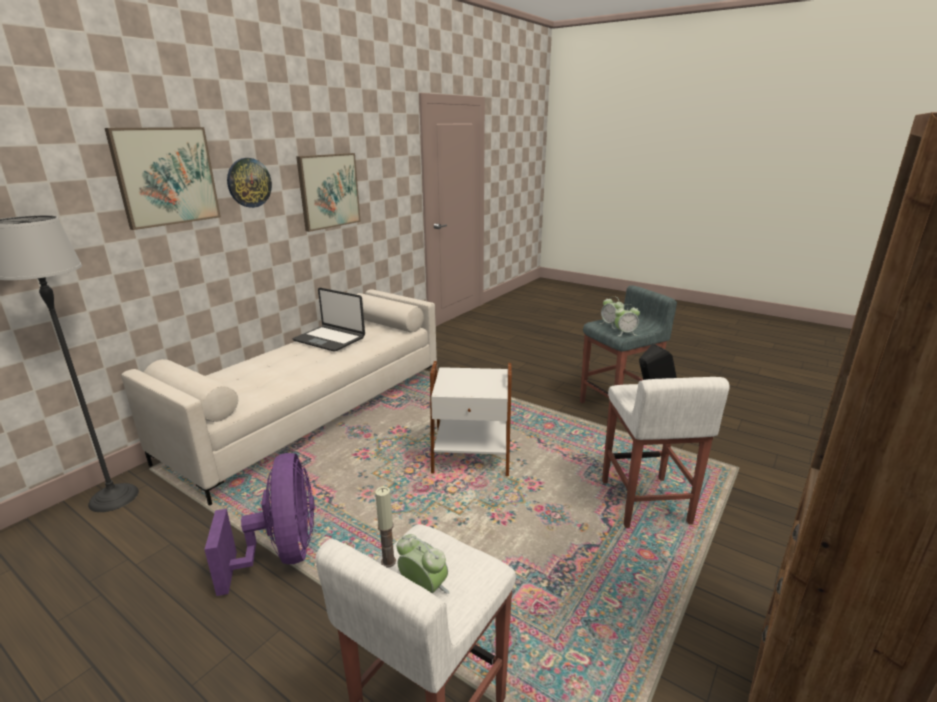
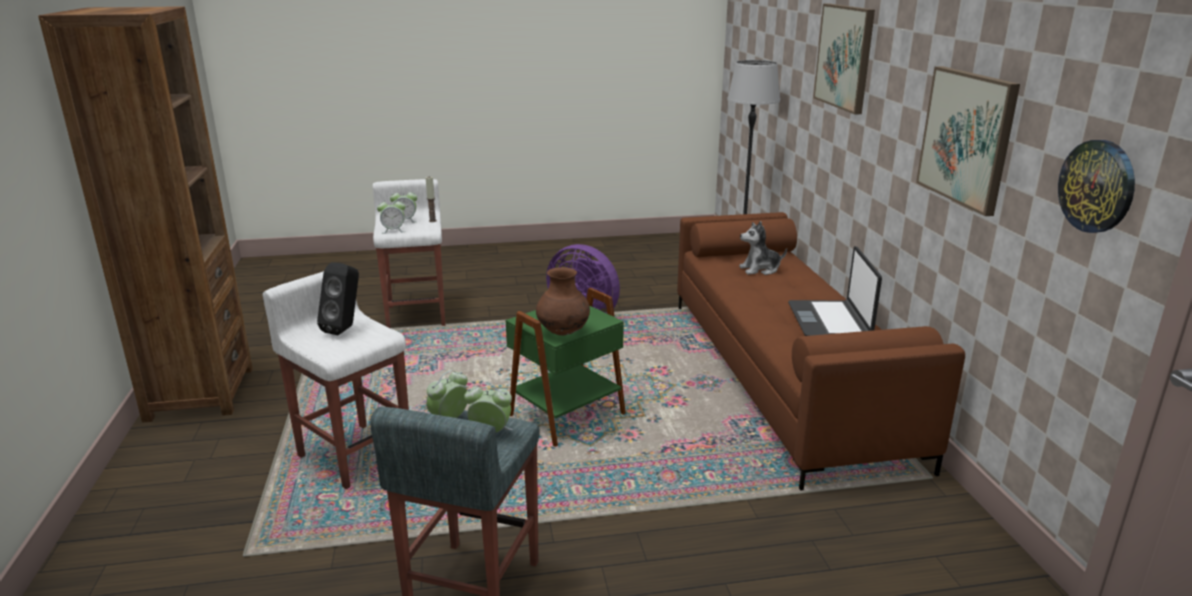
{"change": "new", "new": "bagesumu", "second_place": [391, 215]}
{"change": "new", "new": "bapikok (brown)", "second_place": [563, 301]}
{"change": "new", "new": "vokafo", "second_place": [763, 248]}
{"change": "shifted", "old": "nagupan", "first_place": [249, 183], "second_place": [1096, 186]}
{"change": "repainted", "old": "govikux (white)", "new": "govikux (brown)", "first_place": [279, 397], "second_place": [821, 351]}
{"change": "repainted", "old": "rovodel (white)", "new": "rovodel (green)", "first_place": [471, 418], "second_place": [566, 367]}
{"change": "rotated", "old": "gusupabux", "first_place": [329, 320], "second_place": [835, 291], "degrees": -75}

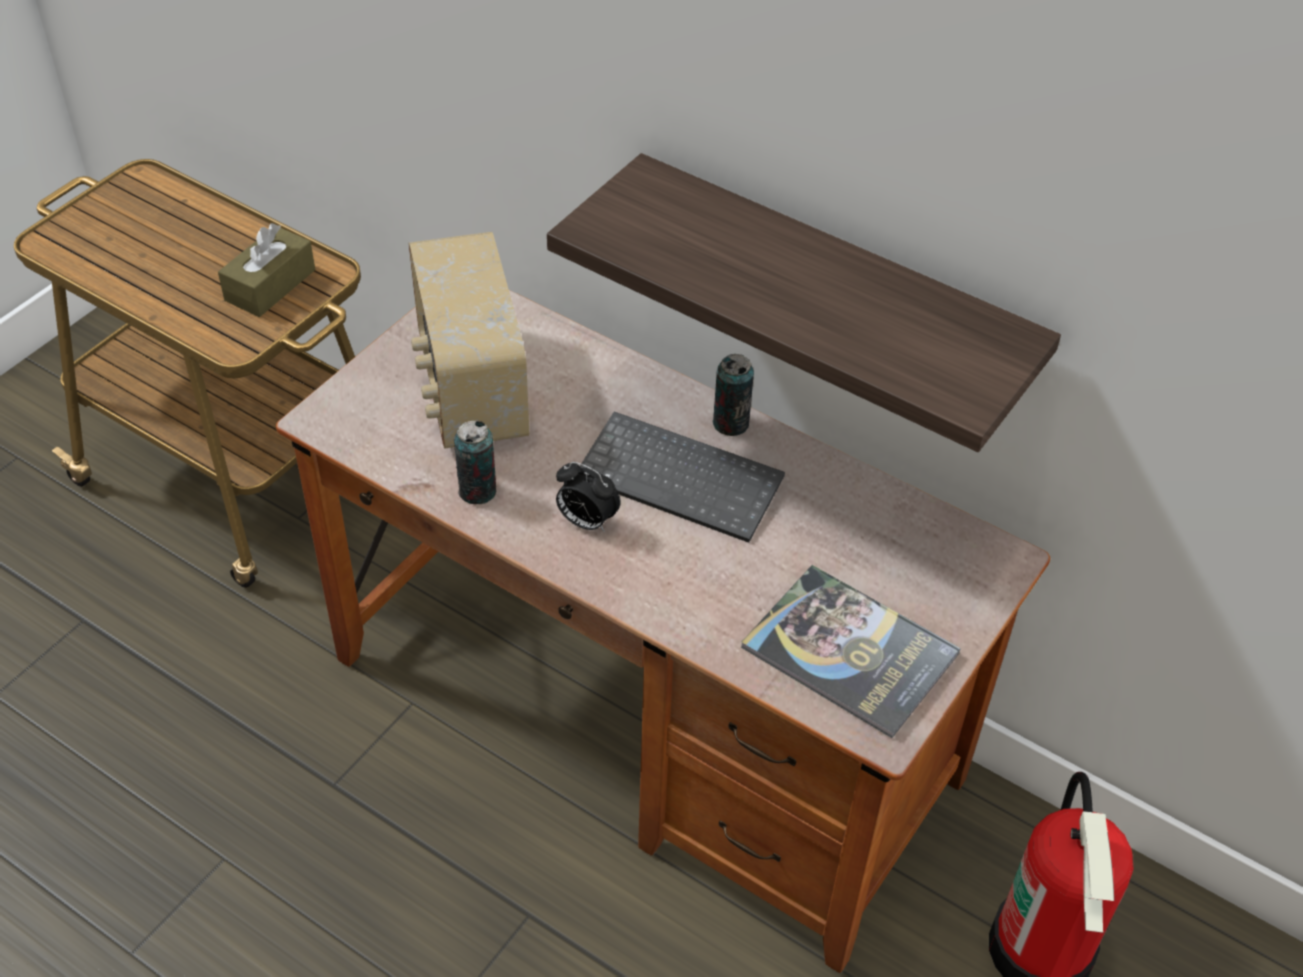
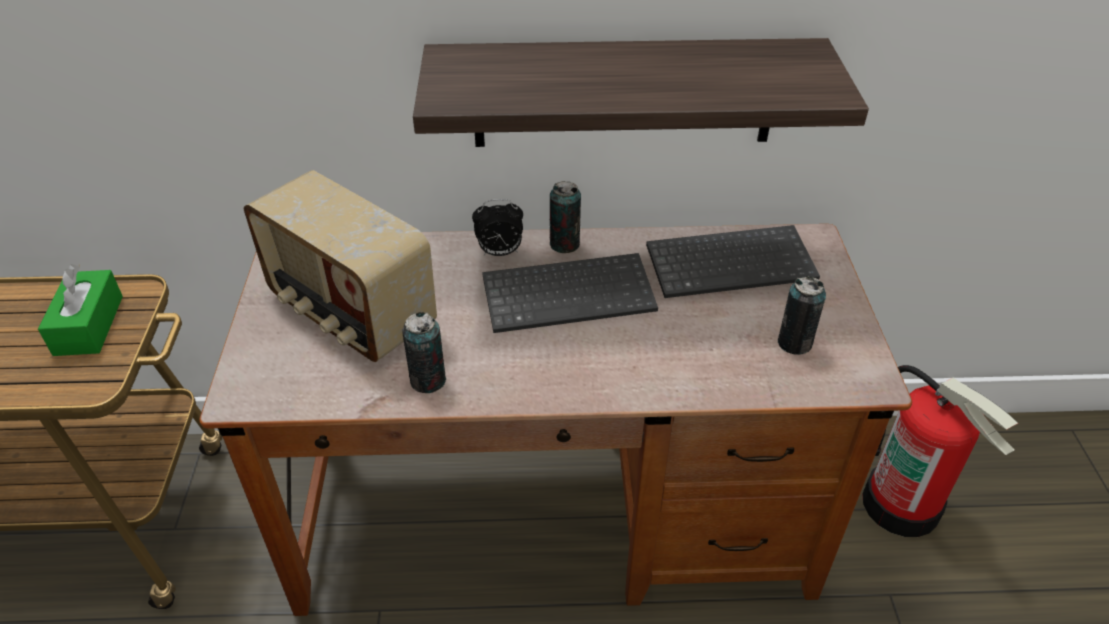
{"change": "new", "new": "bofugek", "second_place": [733, 261]}
{"change": "shifted", "old": "bagesumu", "first_place": [588, 497], "second_place": [497, 227]}
{"change": "swapped", "old": "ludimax", "new": "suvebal", "first_place": [851, 651], "second_place": [802, 315]}
{"change": "repainted", "old": "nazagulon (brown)", "new": "nazagulon (green)", "first_place": [266, 270], "second_place": [80, 310]}

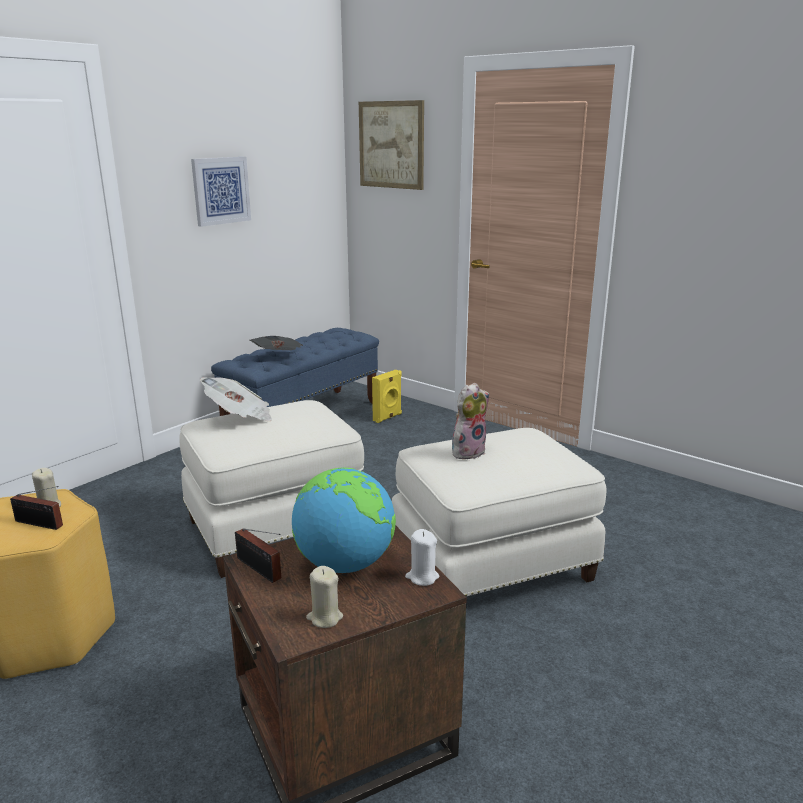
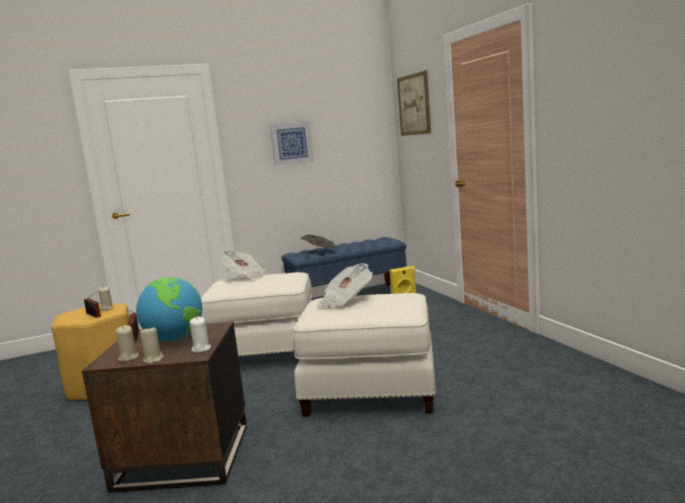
{"change": "new", "new": "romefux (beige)", "second_place": [152, 345]}
{"change": "swapped", "old": "vokafo", "new": "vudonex", "first_place": [470, 421], "second_place": [345, 285]}

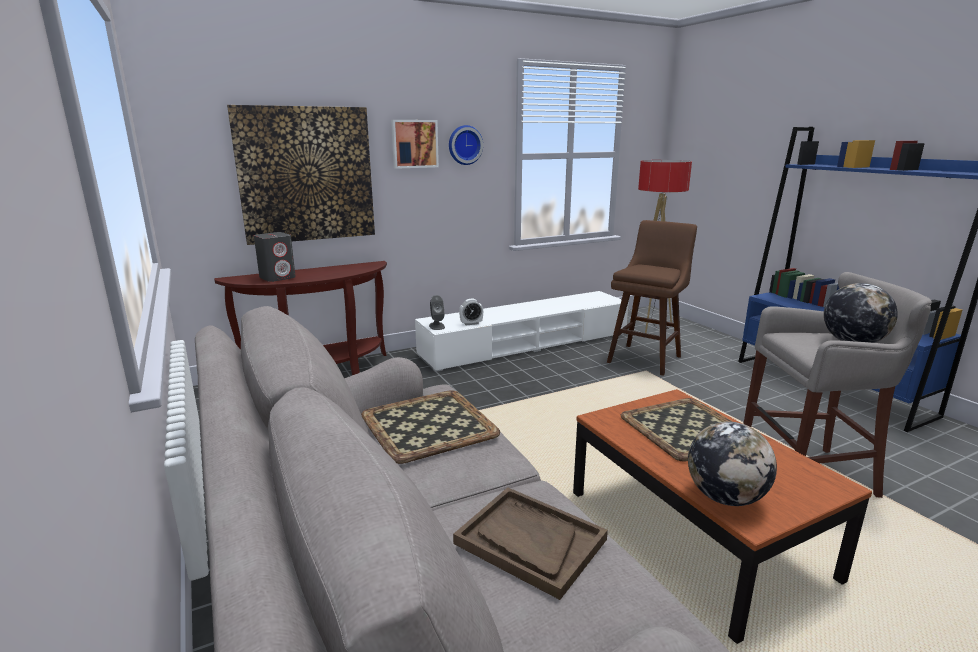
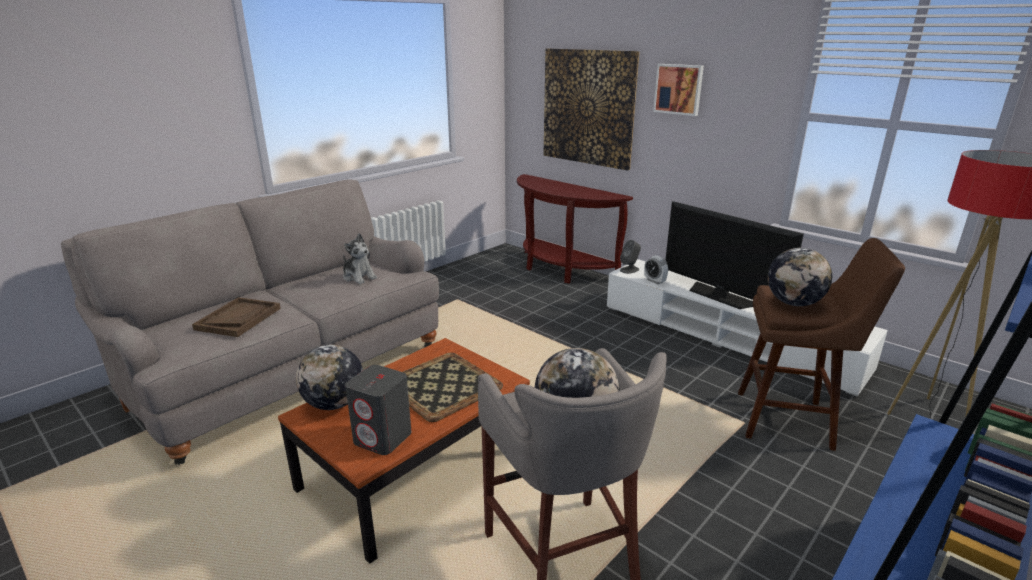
{"change": "gone", "old": "nagupan", "first_place": [466, 145]}
{"change": "new", "new": "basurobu", "second_place": [734, 255]}
{"change": "new", "new": "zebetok", "second_place": [800, 277]}
{"change": "shifted", "old": "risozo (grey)", "first_place": [275, 257], "second_place": [378, 410]}
{"change": "swapped", "old": "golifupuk", "new": "vokafo", "first_place": [430, 427], "second_place": [360, 258]}

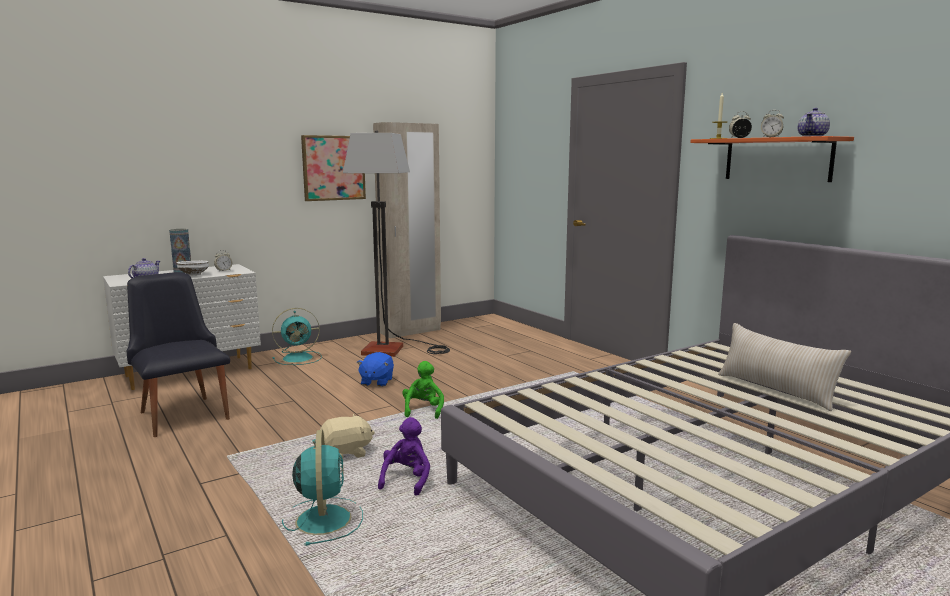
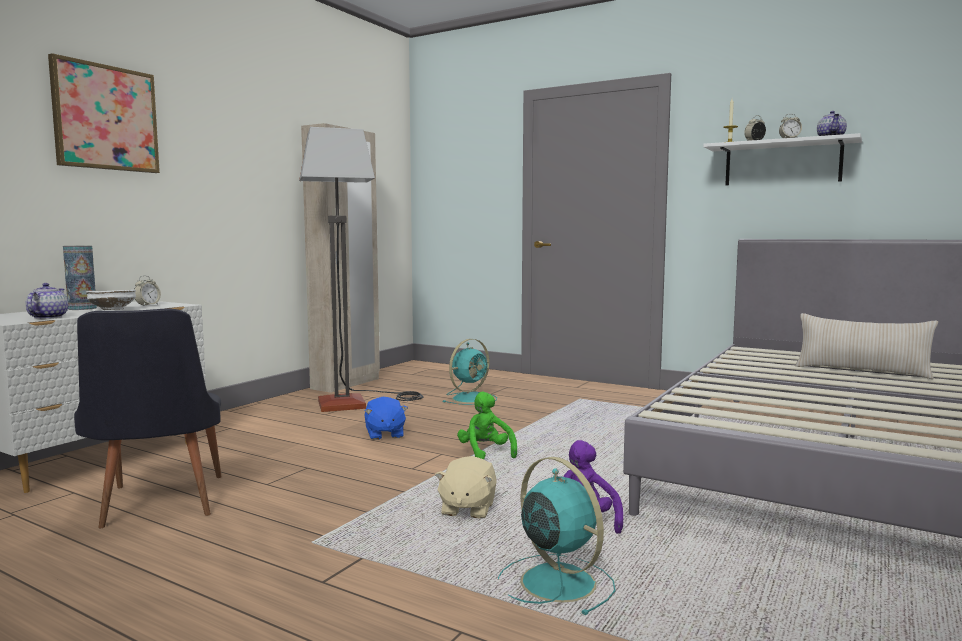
{"change": "shifted", "old": "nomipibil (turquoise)", "first_place": [297, 336], "second_place": [470, 372]}
{"change": "shifted", "old": "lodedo", "first_place": [333, 168], "second_place": [104, 113]}
{"change": "repainted", "old": "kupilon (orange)", "new": "kupilon (white)", "first_place": [772, 159], "second_place": [782, 159]}
{"change": "rotated", "old": "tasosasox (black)", "first_place": [178, 354], "second_place": [148, 418], "degrees": -135}
{"change": "rotated", "old": "vokafo (beige)", "first_place": [347, 437], "second_place": [466, 487], "degrees": 150}

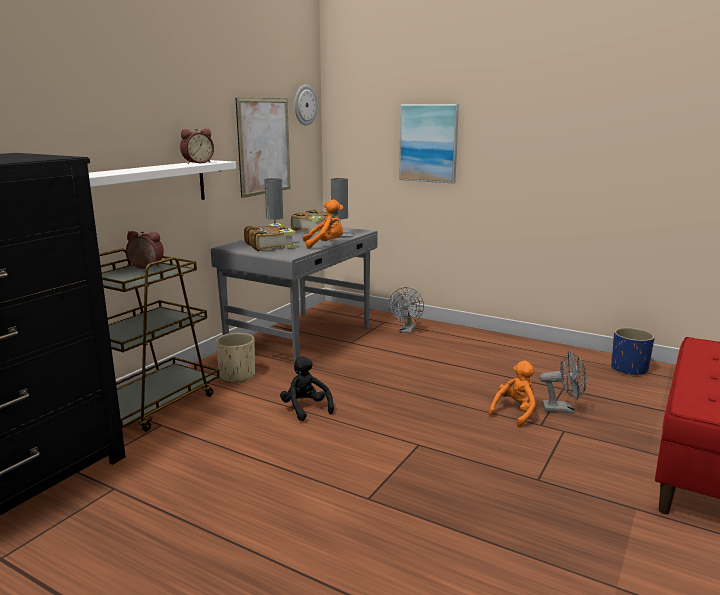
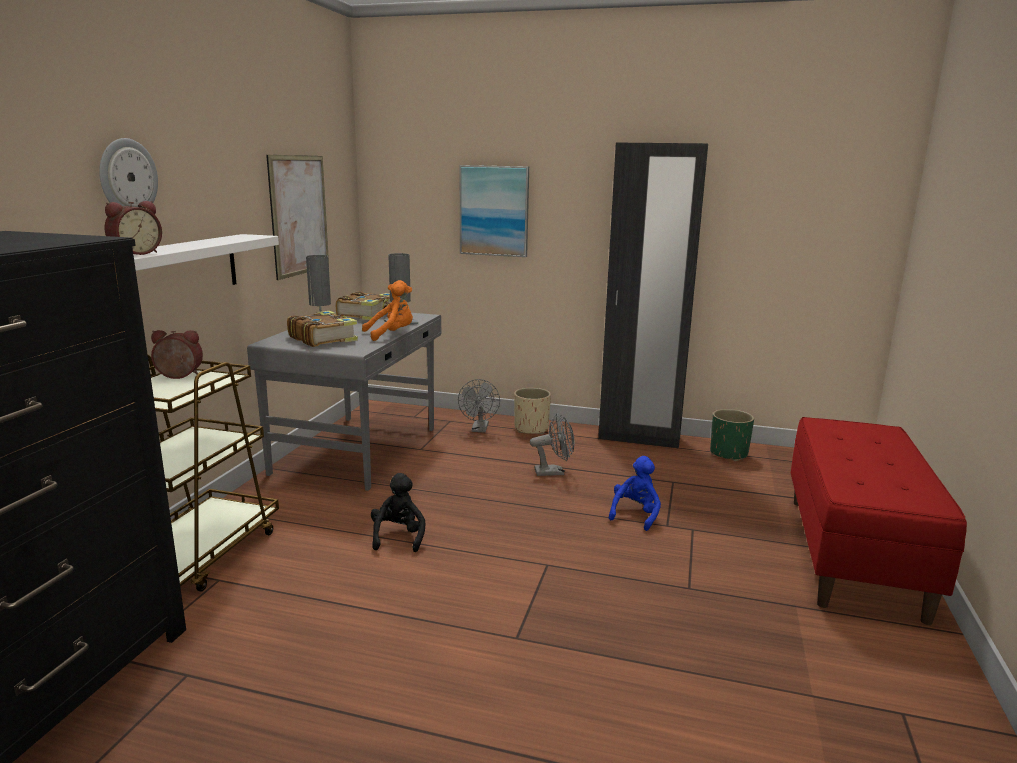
{"change": "new", "new": "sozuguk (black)", "second_place": [653, 296]}
{"change": "shifted", "old": "bagesumu", "first_place": [197, 146], "second_place": [133, 228]}
{"change": "shifted", "old": "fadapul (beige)", "first_place": [235, 358], "second_place": [532, 411]}
{"change": "shifted", "old": "nagupan", "first_place": [305, 105], "second_place": [128, 172]}
{"change": "shifted", "old": "nomipibil (grey)", "first_place": [563, 382], "second_place": [552, 444]}
{"change": "repainted", "old": "vokafo (orange)", "new": "vokafo (blue)", "first_place": [512, 393], "second_place": [635, 493]}
{"change": "repainted", "old": "fadapul (blue)", "new": "fadapul (green)", "first_place": [633, 351], "second_place": [732, 435]}
{"change": "rotated", "old": "vokafo (black)", "first_place": [307, 388], "second_place": [398, 512], "degrees": 45}

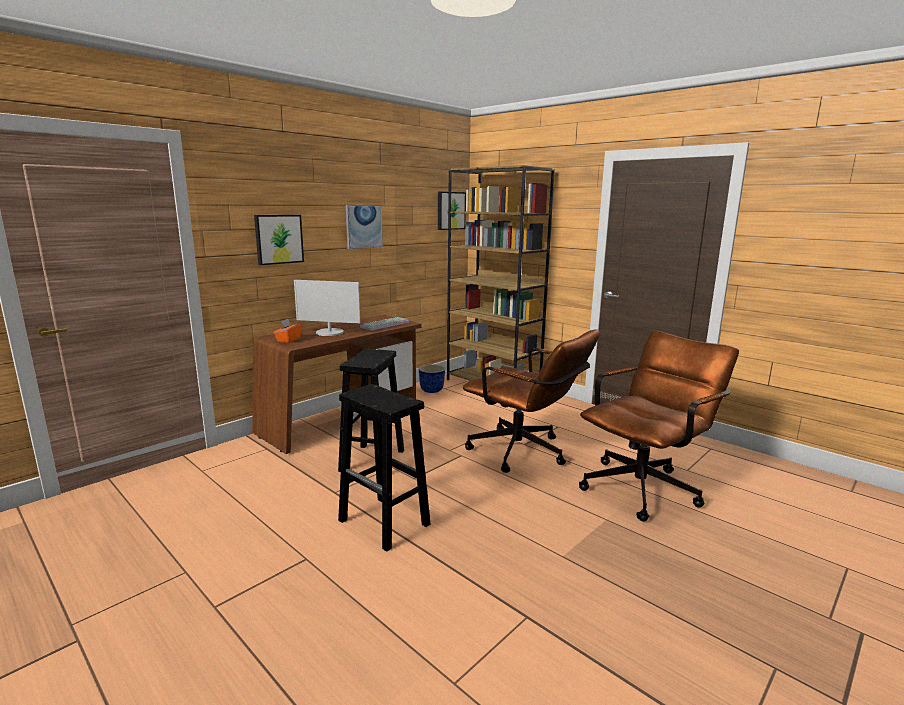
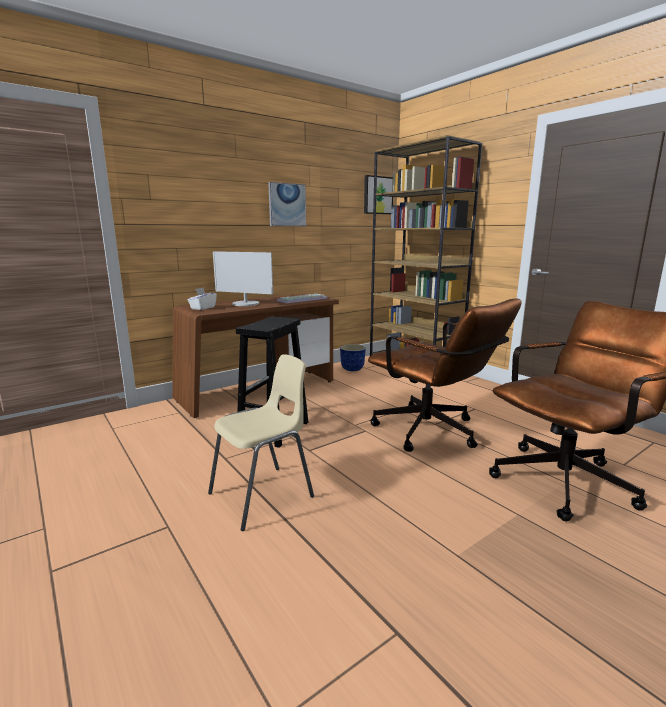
{"change": "gone", "old": "lodedo", "first_place": [279, 240]}
{"change": "swapped", "old": "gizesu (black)", "new": "tasosasox (beige)", "first_place": [384, 468], "second_place": [261, 442]}
{"change": "repainted", "old": "nazagulon (orange)", "new": "nazagulon (white)", "first_place": [288, 331], "second_place": [202, 298]}

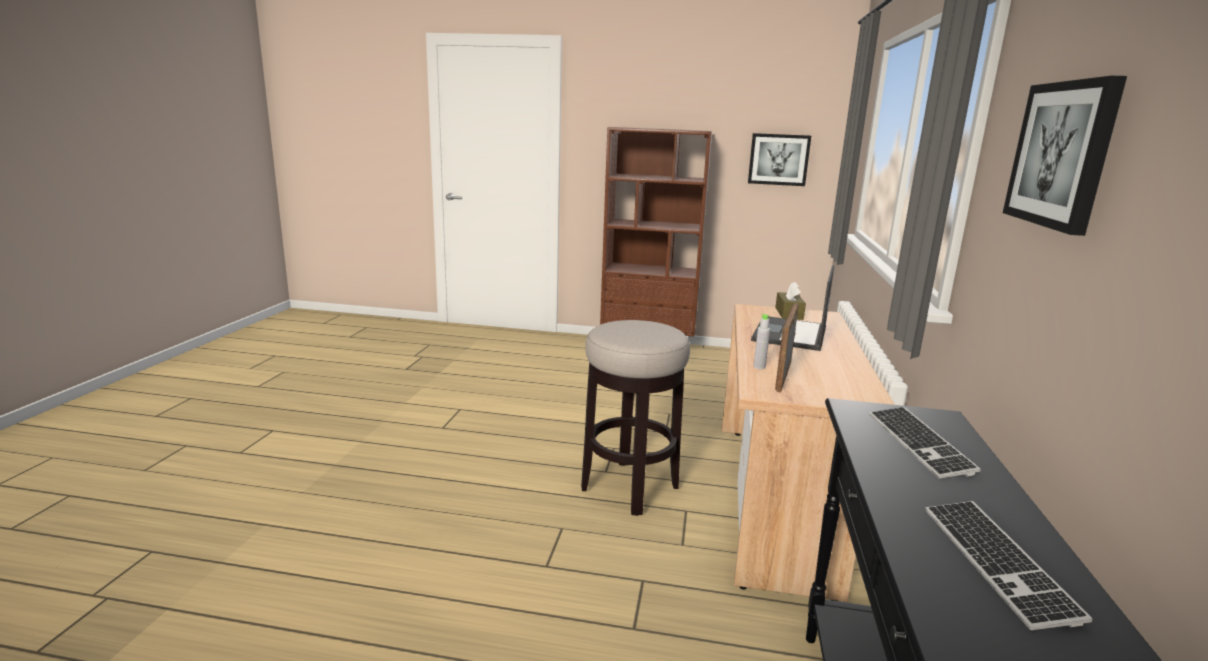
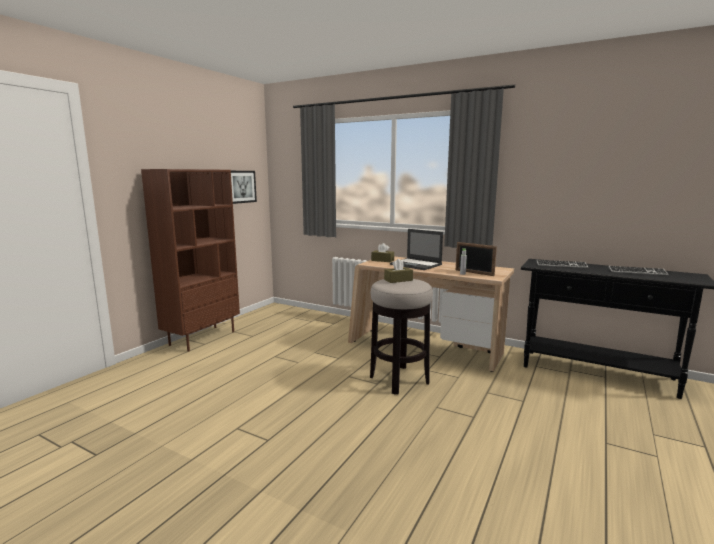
{"change": "gone", "old": "lodedo", "first_place": [1065, 156]}
{"change": "new", "new": "nazagulon (brown)", "second_place": [398, 271]}

